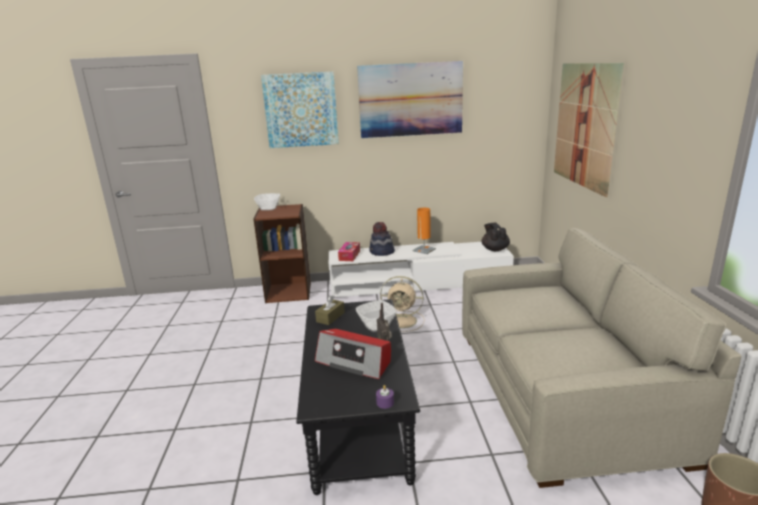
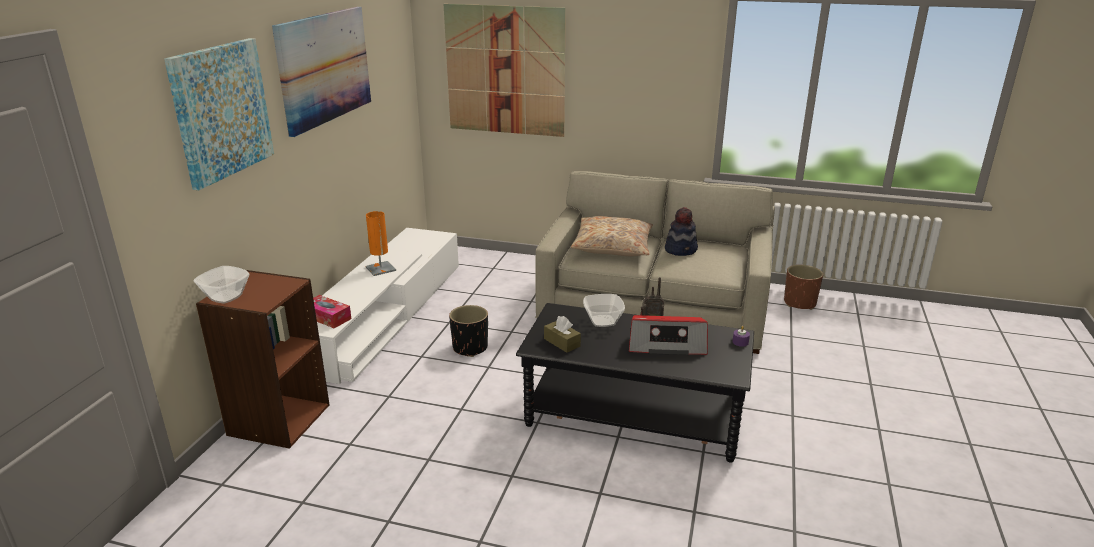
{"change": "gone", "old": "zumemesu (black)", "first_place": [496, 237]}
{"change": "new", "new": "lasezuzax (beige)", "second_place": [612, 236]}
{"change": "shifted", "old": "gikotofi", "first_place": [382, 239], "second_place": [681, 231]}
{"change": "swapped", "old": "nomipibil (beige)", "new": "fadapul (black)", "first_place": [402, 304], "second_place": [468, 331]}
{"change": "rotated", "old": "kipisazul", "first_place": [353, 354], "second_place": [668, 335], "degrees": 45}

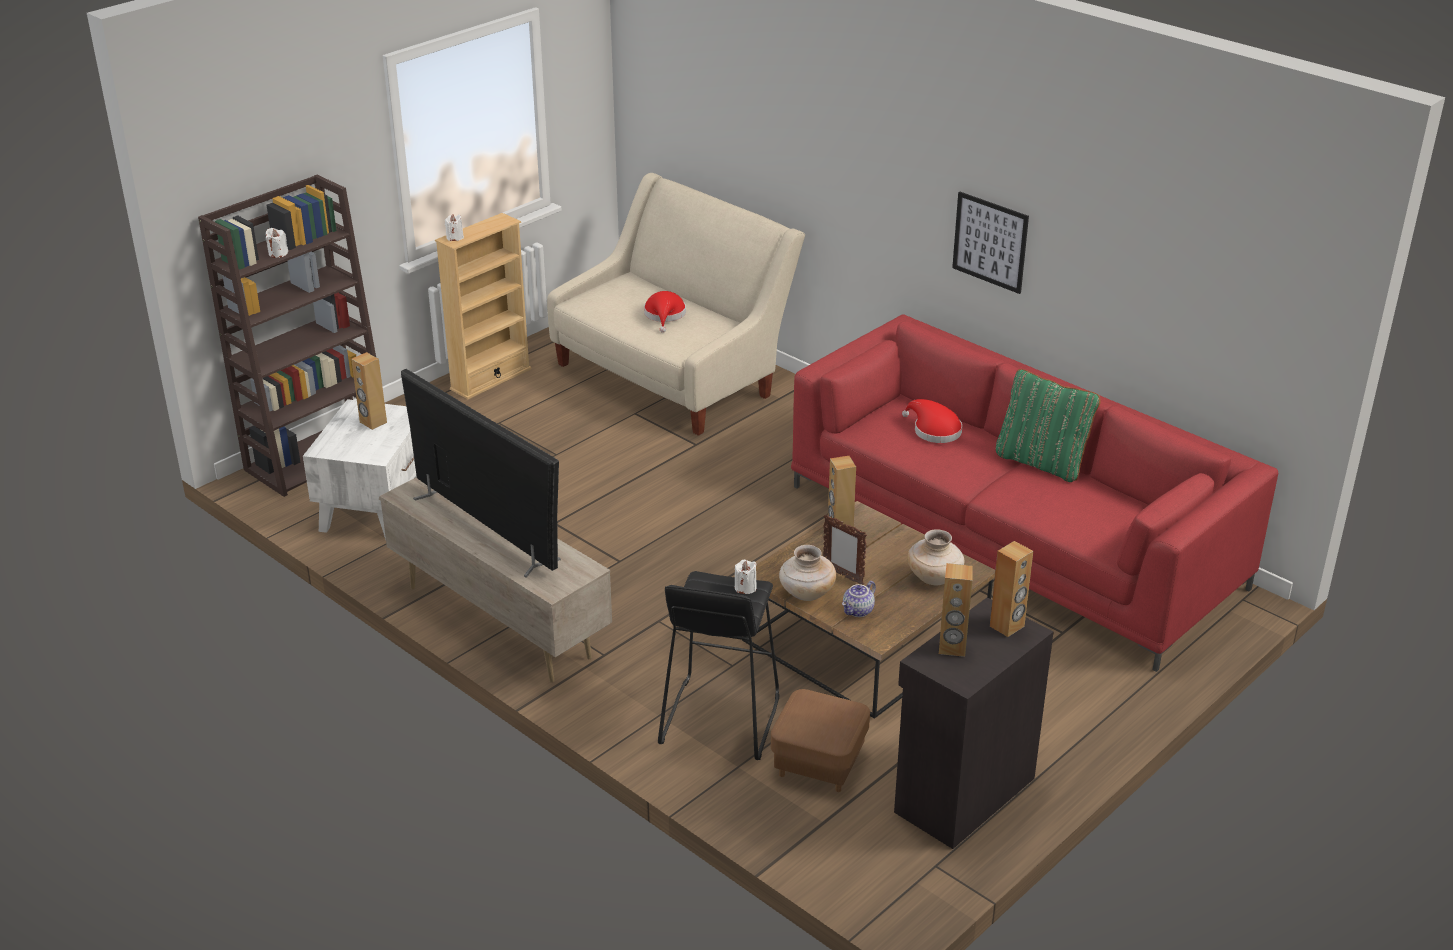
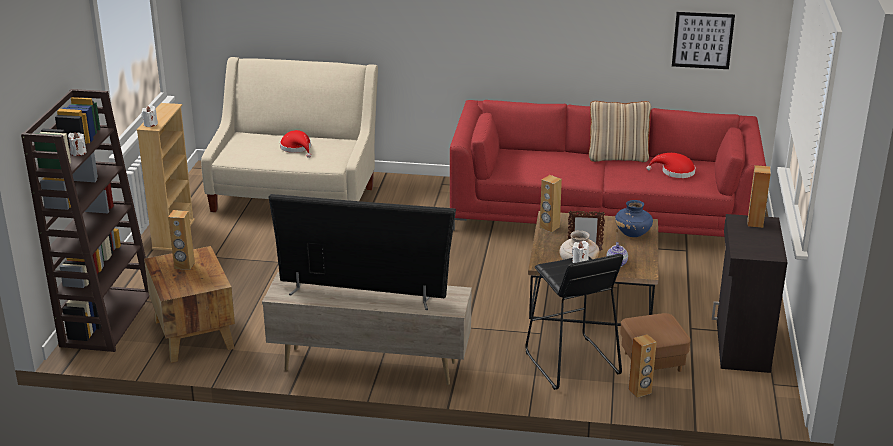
{"change": "shifted", "old": "gikotofi (red)", "first_place": [932, 421], "second_place": [671, 165]}
{"change": "shifted", "old": "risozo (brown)", "first_place": [956, 610], "second_place": [643, 366]}
{"change": "shifted", "old": "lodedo", "first_place": [990, 243], "second_place": [703, 40]}
{"change": "repainted", "old": "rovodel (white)", "new": "rovodel (brown)", "first_place": [360, 469], "second_place": [189, 304]}
{"change": "repainted", "old": "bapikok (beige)", "new": "bapikok (blue)", "first_place": [936, 557], "second_place": [634, 218]}
{"change": "repainted", "old": "lasezuzax (green)", "new": "lasezuzax (beige)", "first_place": [1048, 425], "second_place": [620, 131]}

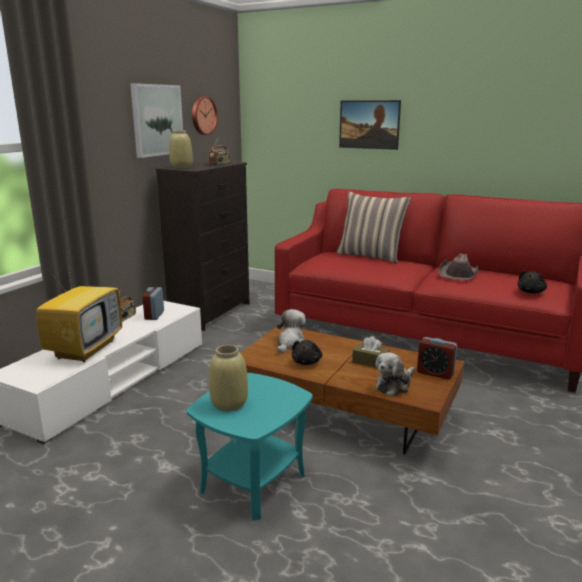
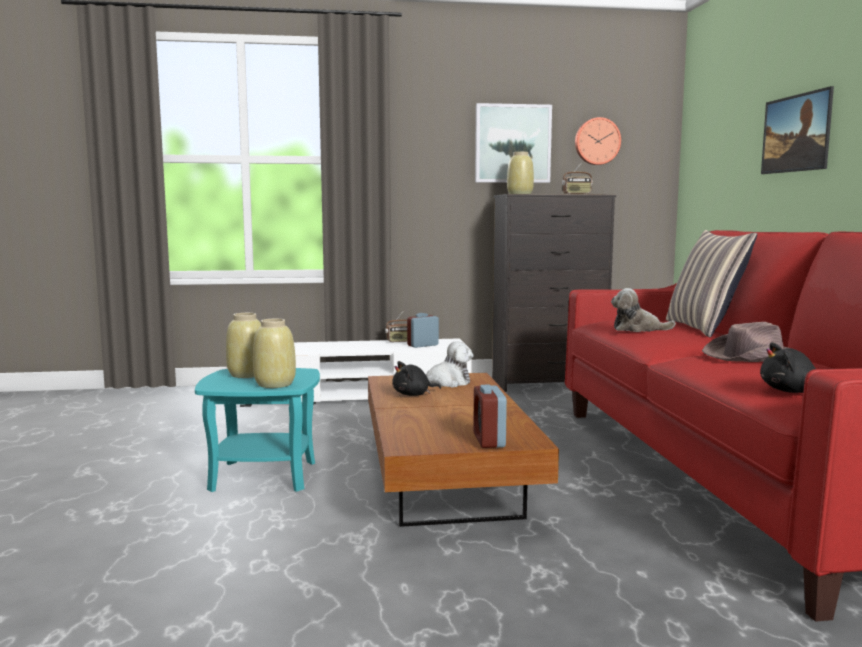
{"change": "gone", "old": "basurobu", "first_place": [79, 307]}
{"change": "gone", "old": "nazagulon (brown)", "first_place": [370, 352]}
{"change": "new", "new": "bapikok (beige)", "second_place": [274, 353]}
{"change": "shifted", "old": "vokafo", "first_place": [395, 374], "second_place": [643, 310]}

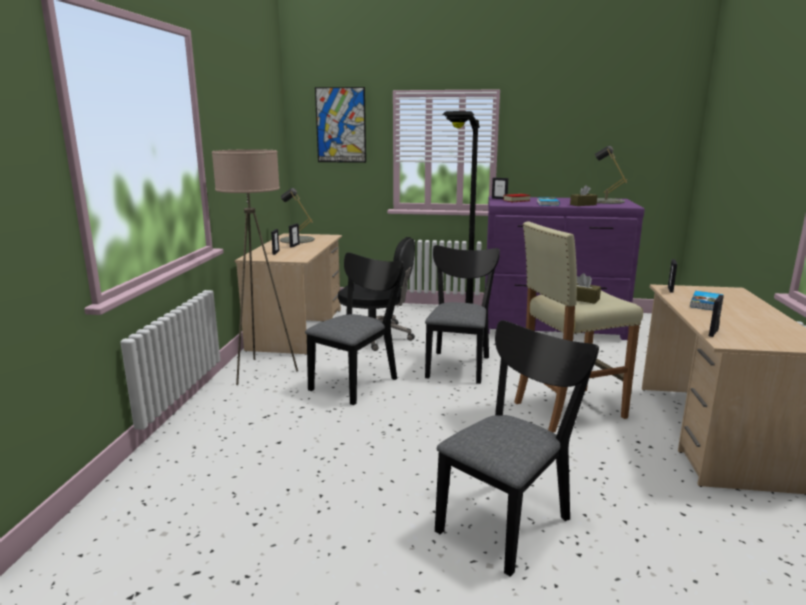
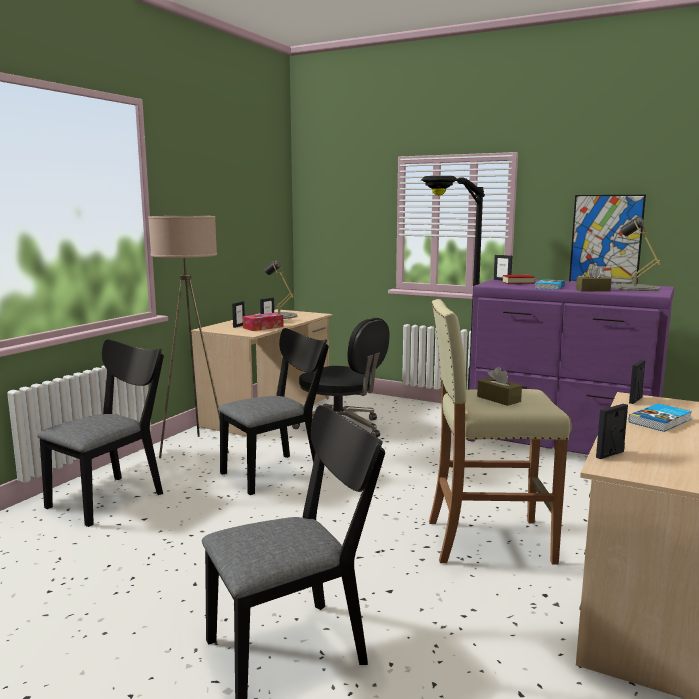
{"change": "new", "new": "nazagulon", "second_place": [263, 322]}
{"change": "shifted", "old": "lodedo", "first_place": [340, 125], "second_place": [607, 239]}
{"change": "shifted", "old": "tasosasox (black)", "first_place": [462, 314], "second_place": [100, 433]}

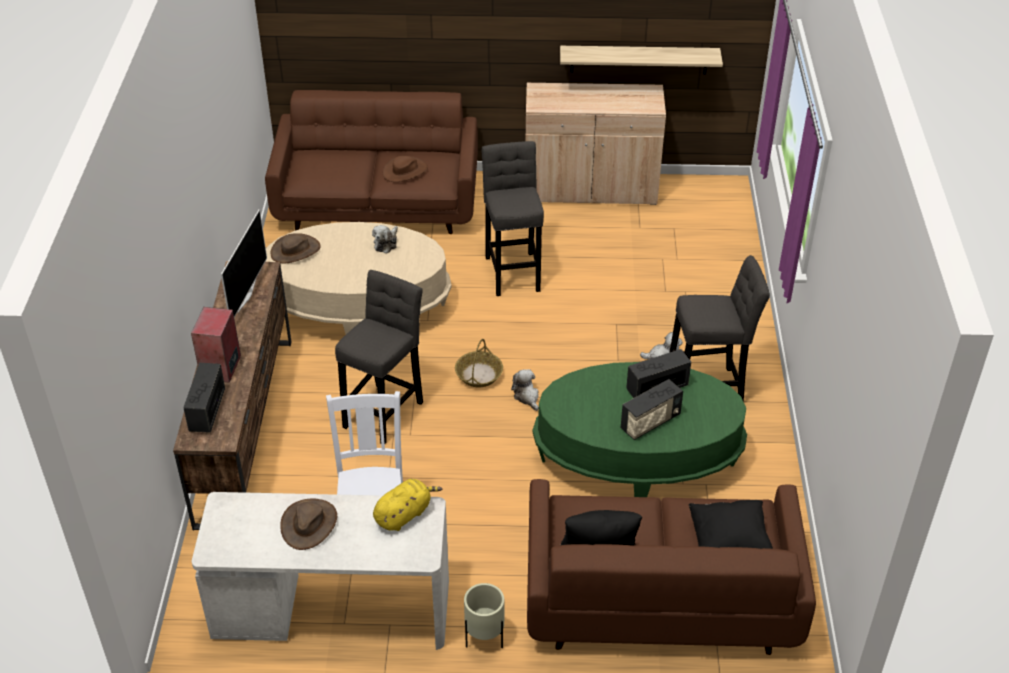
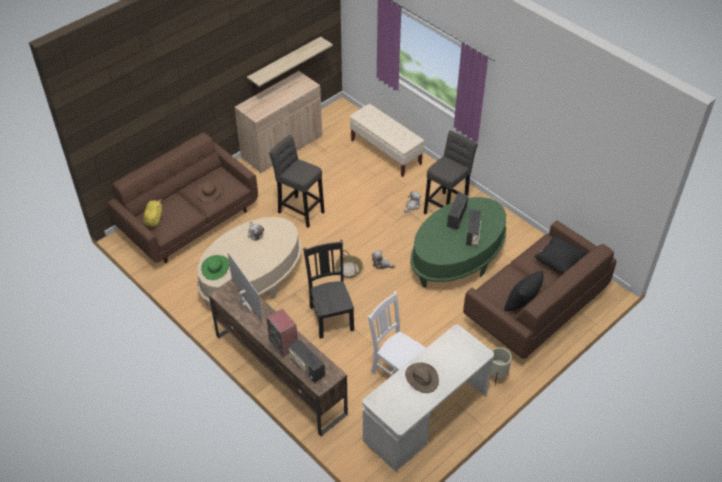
{"change": "new", "new": "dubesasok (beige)", "second_place": [387, 140]}
{"change": "shifted", "old": "vokafo (yellow)", "first_place": [407, 505], "second_place": [153, 213]}
{"change": "swapped", "old": "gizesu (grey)", "new": "tasosasox (black)", "first_place": [379, 356], "second_place": [328, 289]}
{"change": "repainted", "old": "gikotofi (brown)", "new": "gikotofi (green)", "first_place": [296, 248], "second_place": [215, 267]}

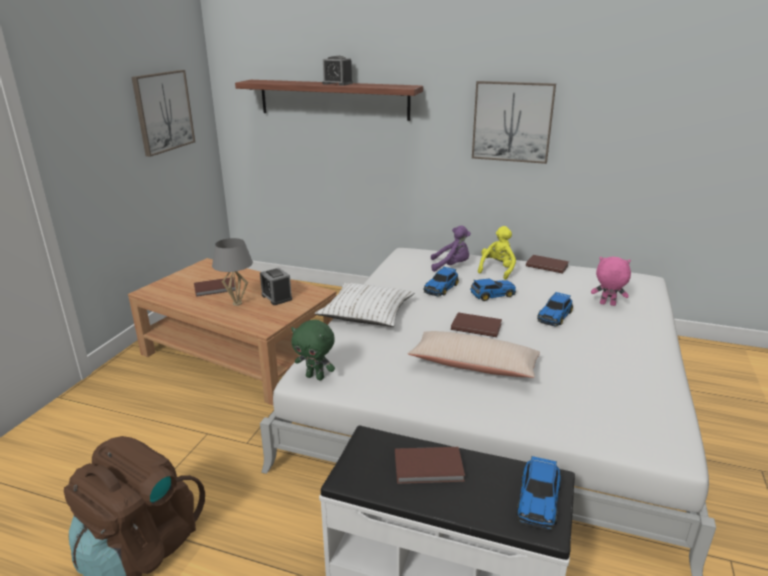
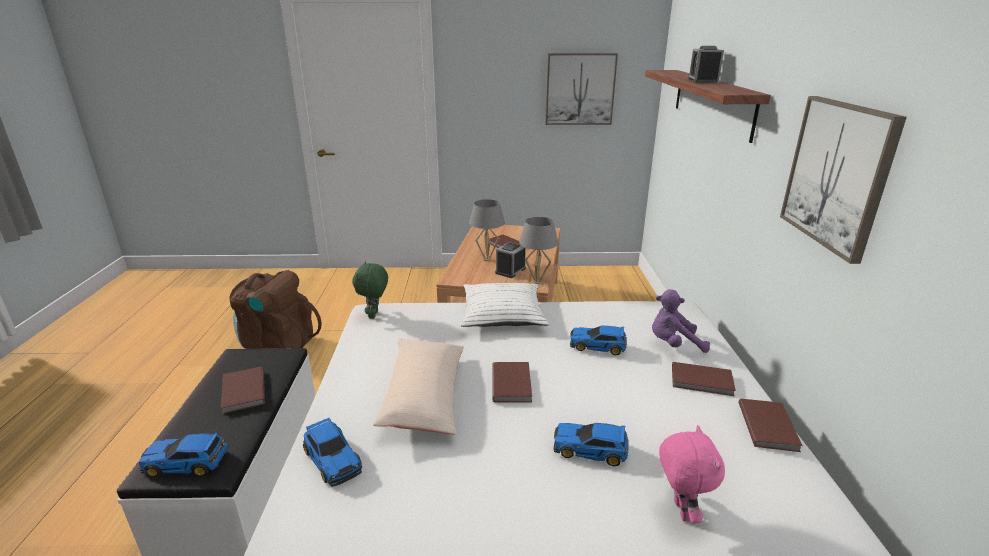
{"change": "new", "new": "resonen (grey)", "second_place": [539, 250]}
{"change": "shifted", "old": "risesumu", "first_place": [493, 289], "second_place": [332, 452]}
{"change": "swapped", "old": "vokafo (yellow)", "new": "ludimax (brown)", "first_place": [497, 253], "second_place": [704, 379]}
{"change": "rotated", "old": "vokafo (purple)", "first_place": [451, 249], "second_place": [681, 321], "degrees": 105}

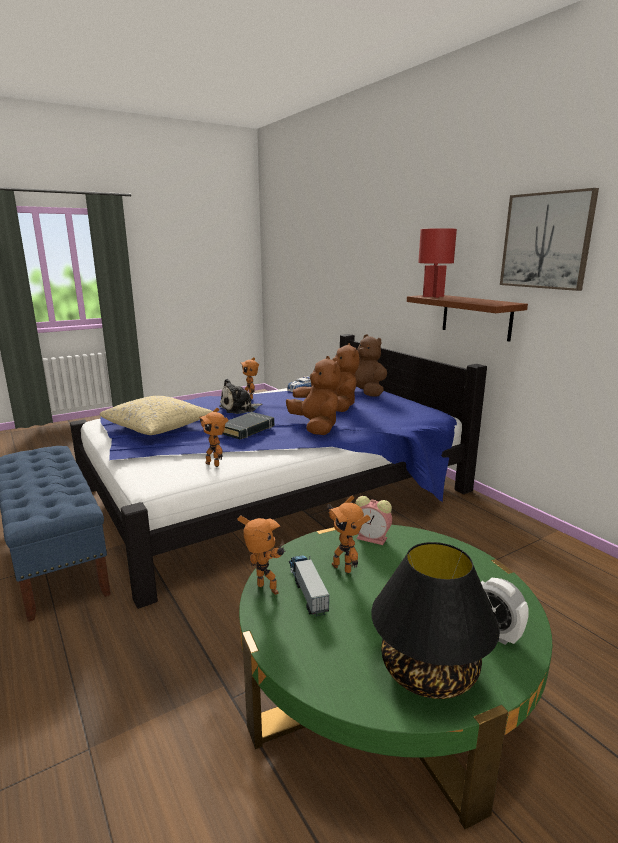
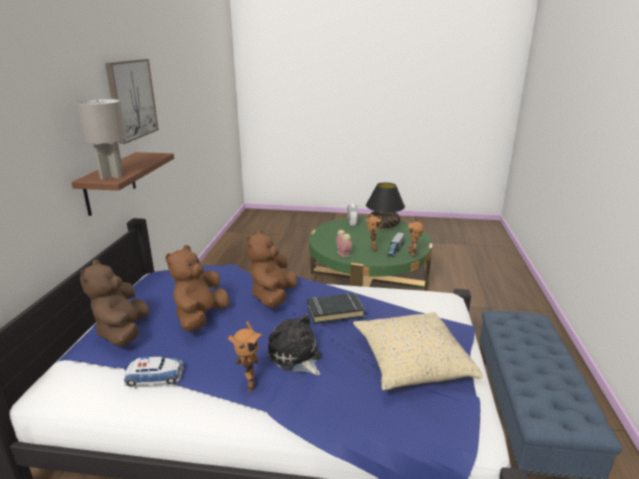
{"change": "gone", "old": "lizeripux", "first_place": [214, 437]}
{"change": "repainted", "old": "resonen (red)", "new": "resonen (grey)", "first_place": [437, 263], "second_place": [100, 139]}
{"change": "rotated", "old": "vokafo", "first_place": [240, 396], "second_place": [294, 344], "degrees": -135}

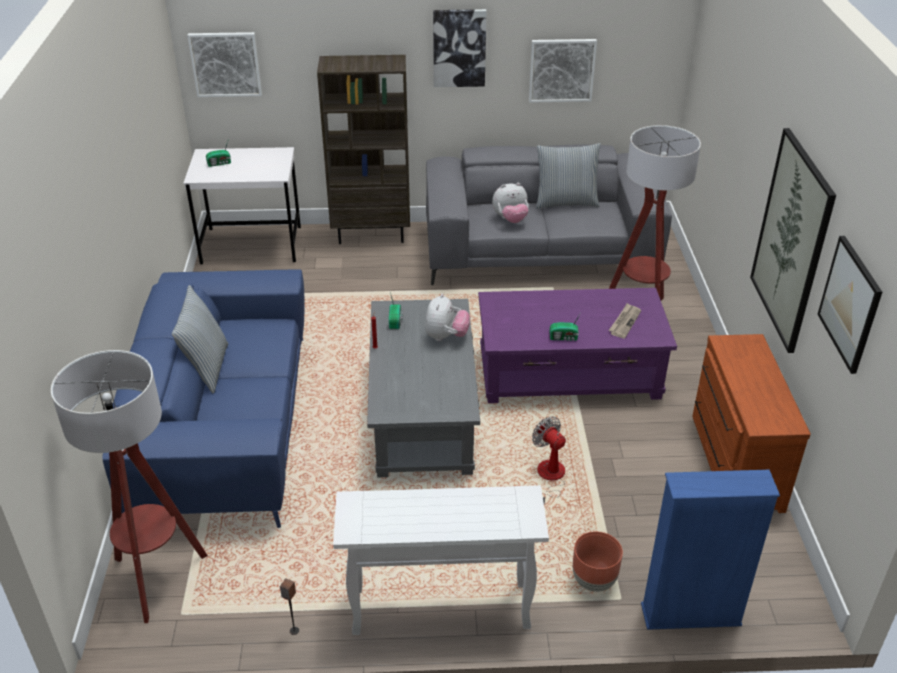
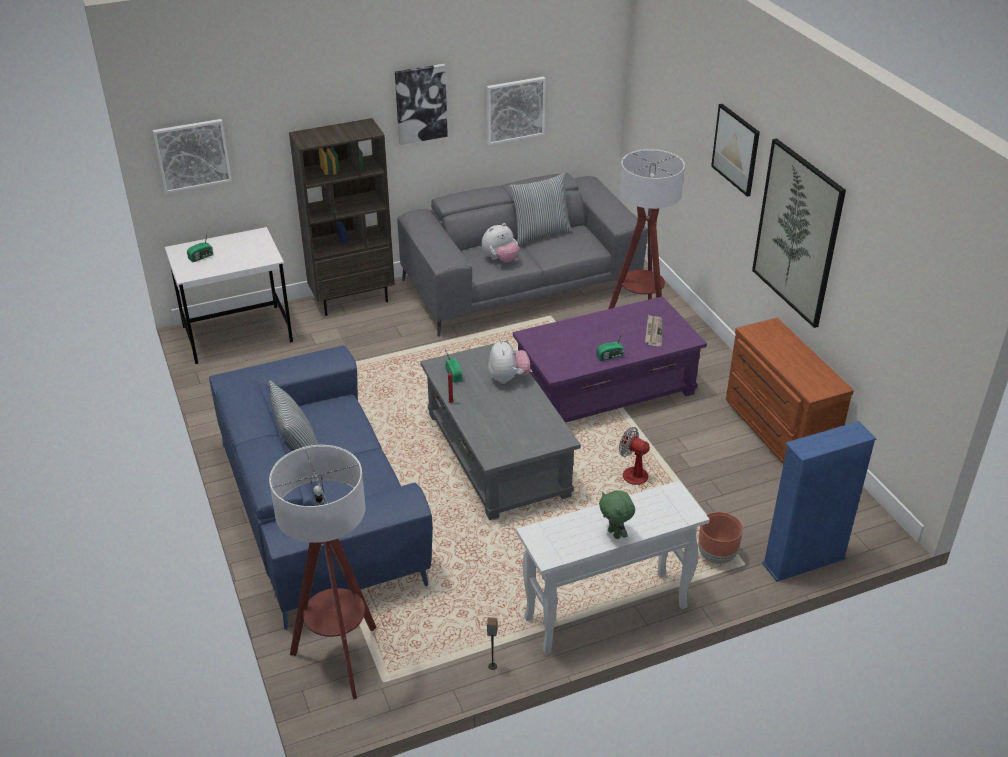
{"change": "new", "new": "vokafo (green)", "second_place": [617, 514]}
{"change": "shifted", "old": "lodedo", "first_place": [849, 305], "second_place": [735, 150]}

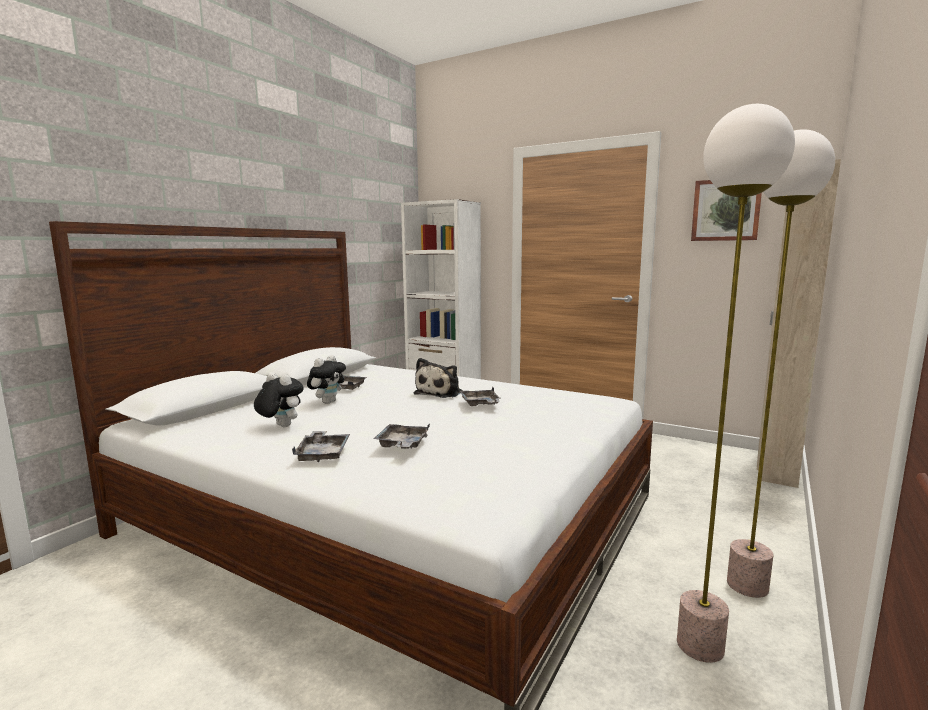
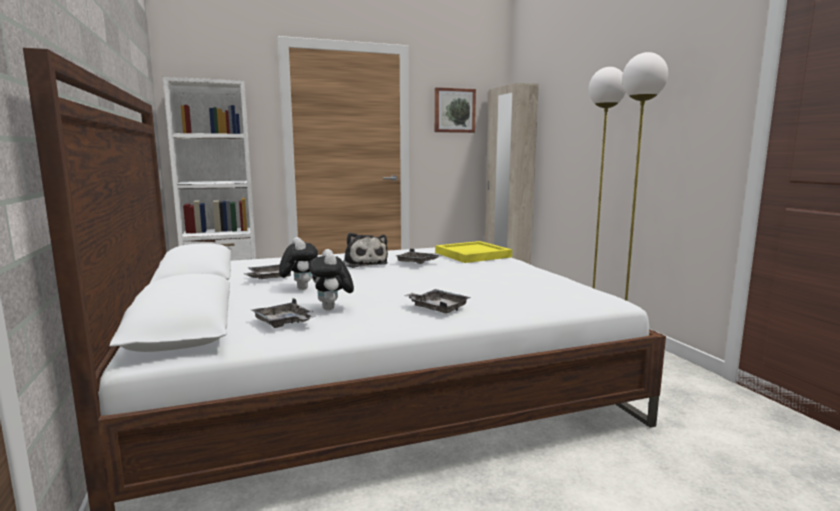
{"change": "new", "new": "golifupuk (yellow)", "second_place": [473, 252]}
{"change": "shifted", "old": "golifupuk (grey)", "first_place": [401, 436], "second_place": [283, 313]}
{"change": "rotated", "old": "vokafo", "first_place": [279, 399], "second_place": [331, 280], "degrees": -90}

